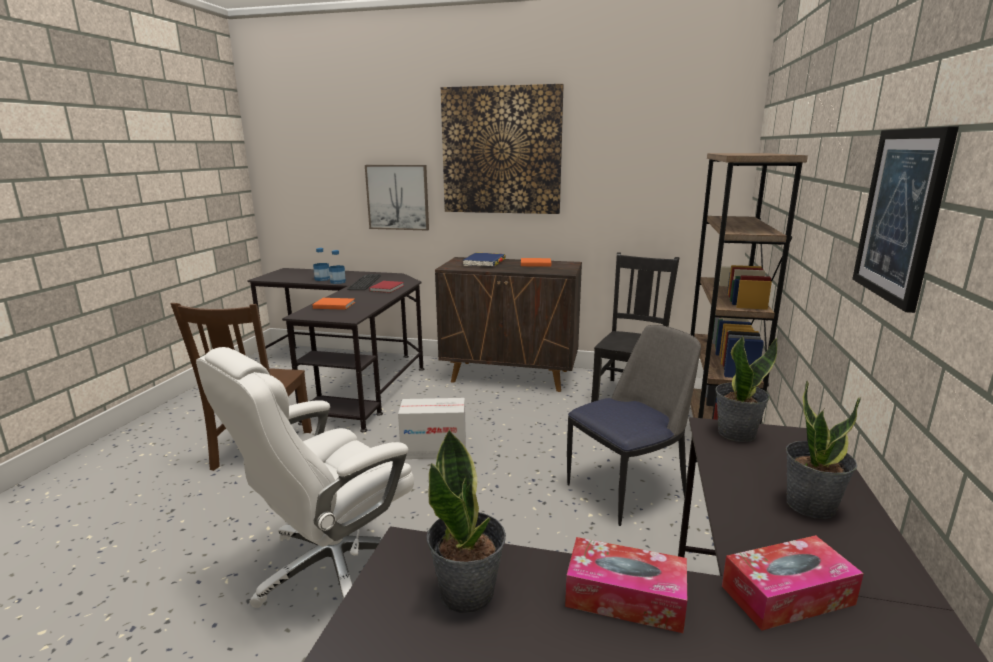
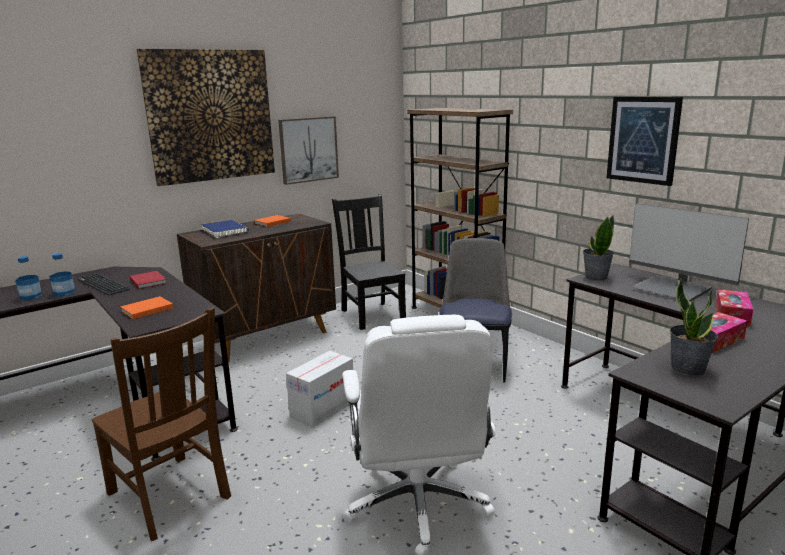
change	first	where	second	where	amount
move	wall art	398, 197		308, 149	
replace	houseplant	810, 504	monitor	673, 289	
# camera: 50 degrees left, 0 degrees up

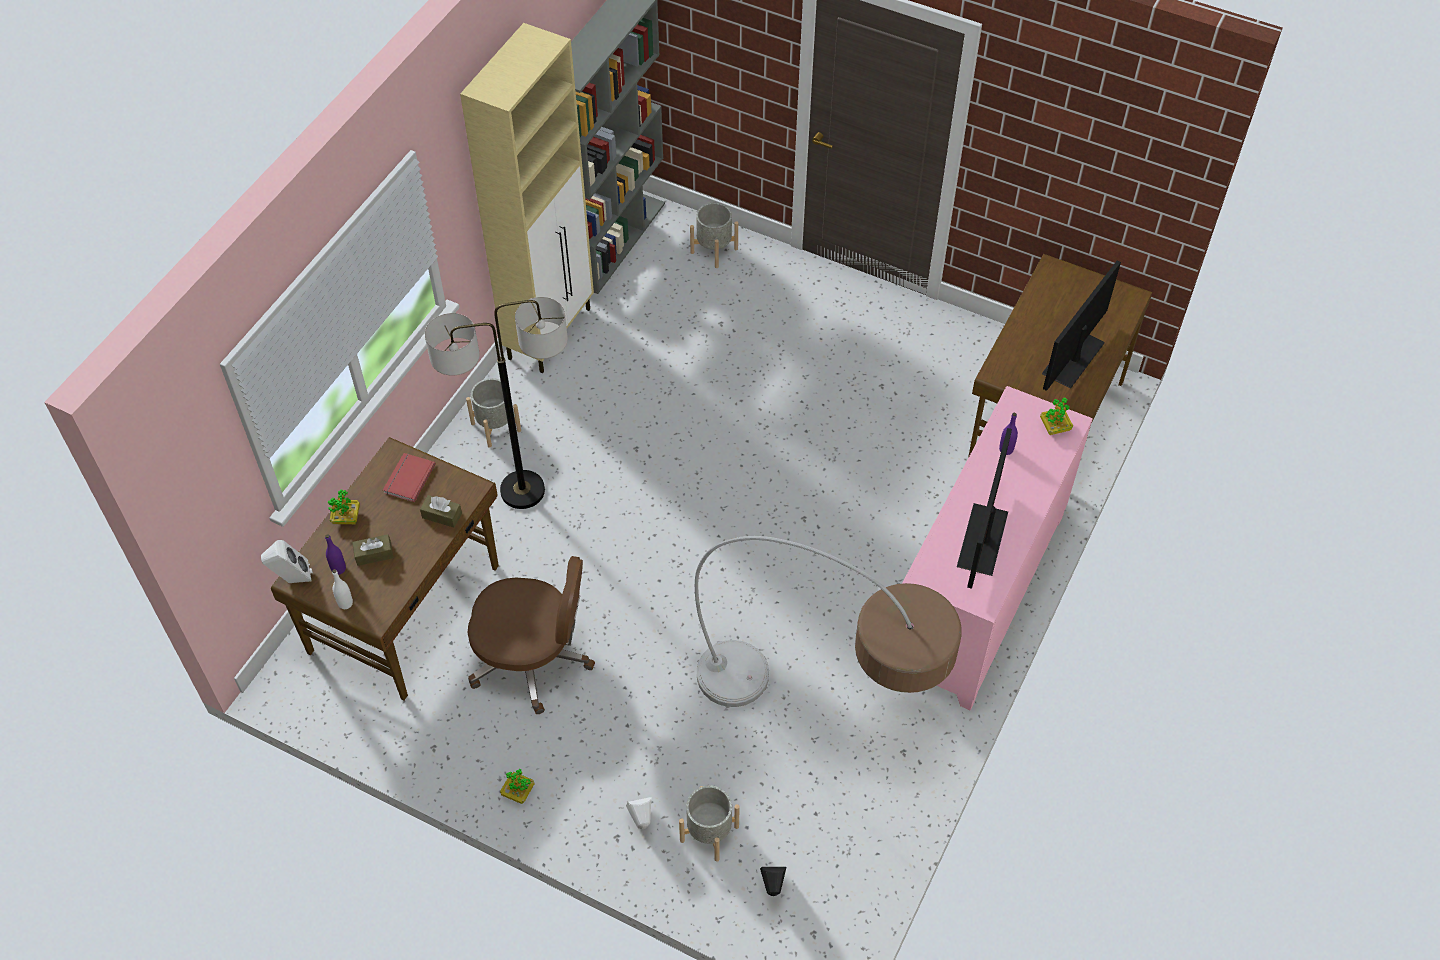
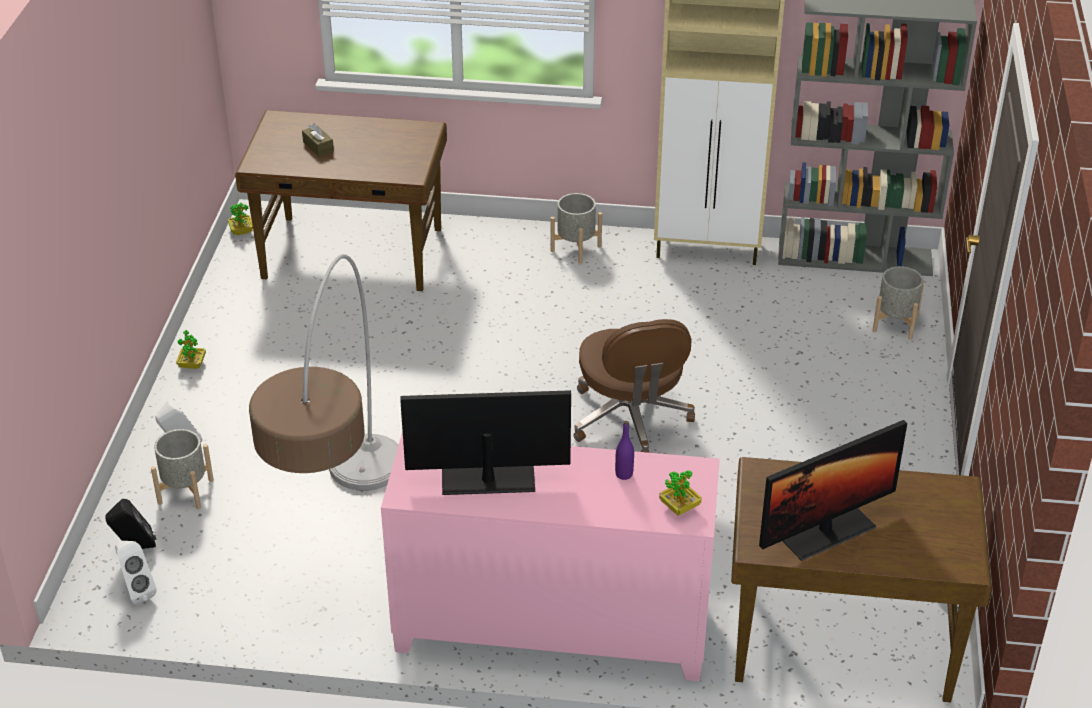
change	first	where	second	where	amount
delete	bottle/purple	338, 569			
delete	bottle/white	345, 603			
delete	volume/red-coloured	408, 478			
delete	box of tissues/brown-coloured	442, 515			
delete	standard lamp	522, 490			
move	loudspeaker/white	292, 580		137, 591	
move	houseplant	346, 518		241, 231	
move	desk chair/brown-coloured	533, 659		630, 419	
rotate	monitor	1073, 358		826, 531	135 degrees clockwise
# camera: 70 degrees right, 15 degrees down

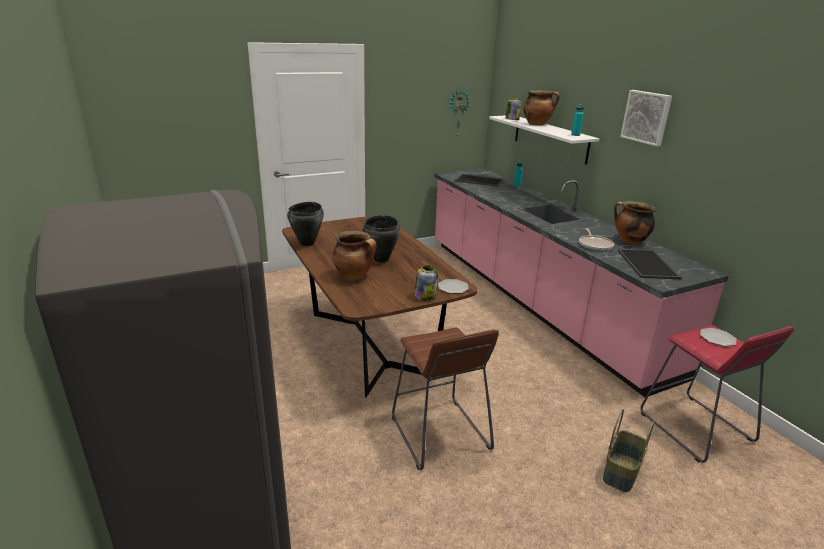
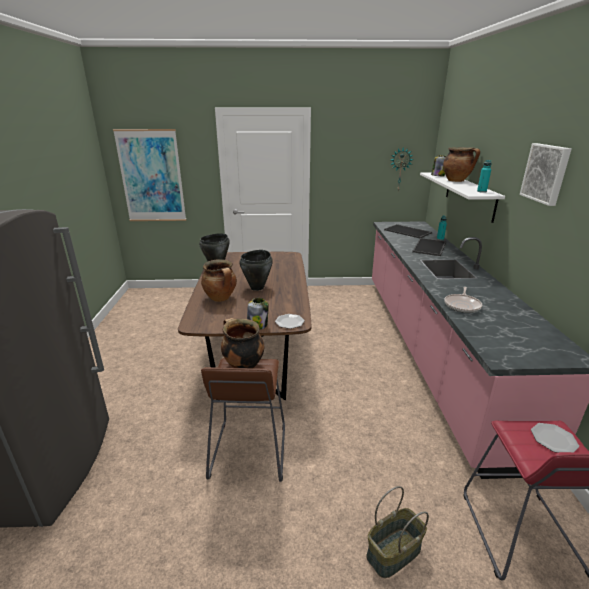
change	first	where	second	where	amount
insert			wall art	151, 176	
move	saucepot	629, 241		243, 365	
move	serving tray	648, 264		430, 247	
# camera: 25 degrees right, 0 degrees up

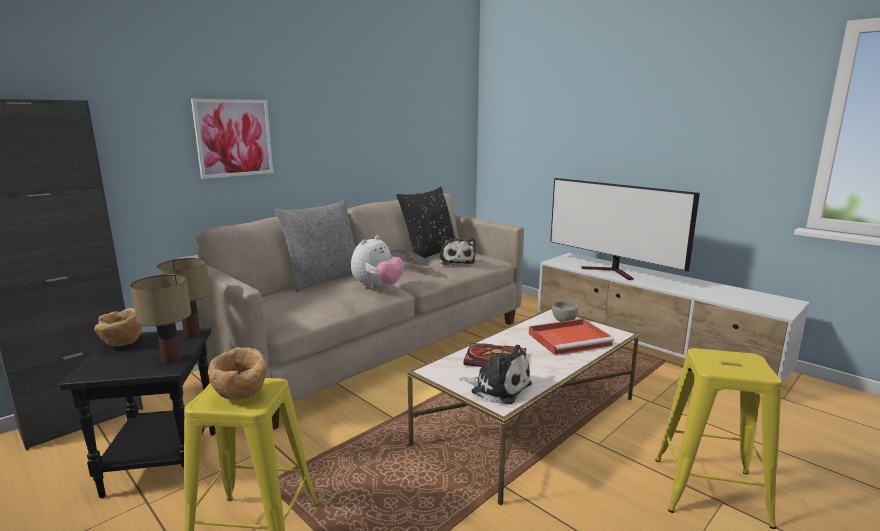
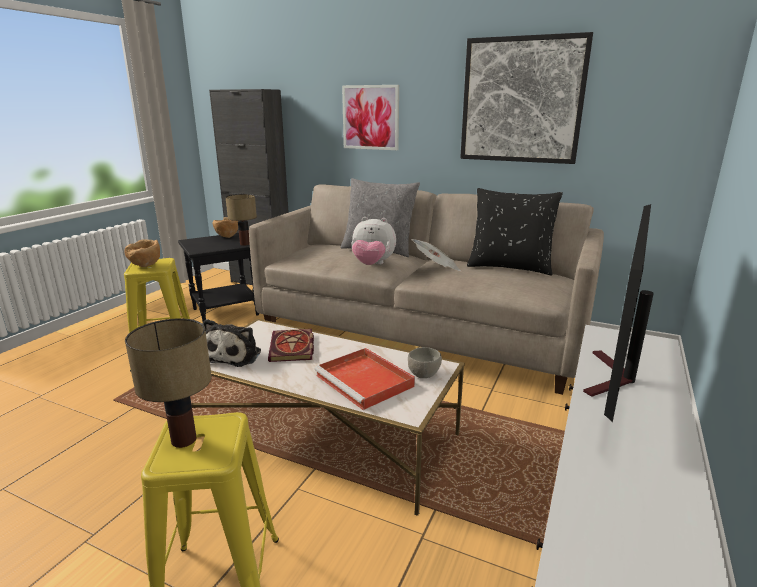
change	first	where	second	where	amount
delete	cuddly toy	456, 261			
insert			wall art	521, 100	
move	table lamp	171, 359		185, 439	
# camera: 70 degrees right, 5 degrees up

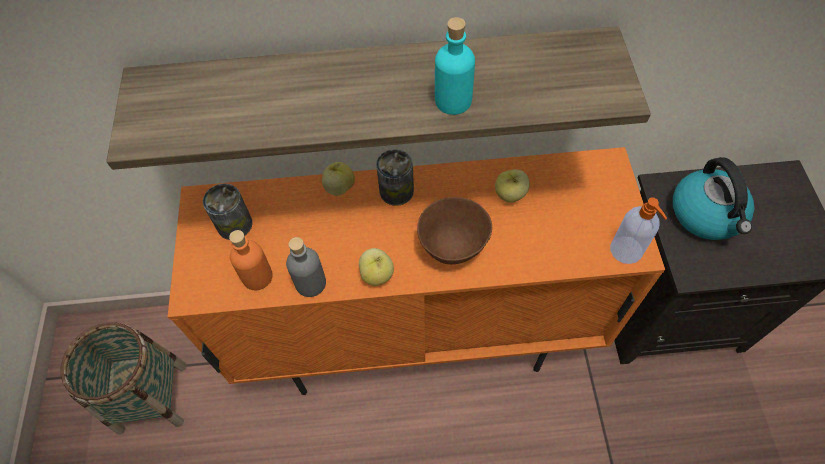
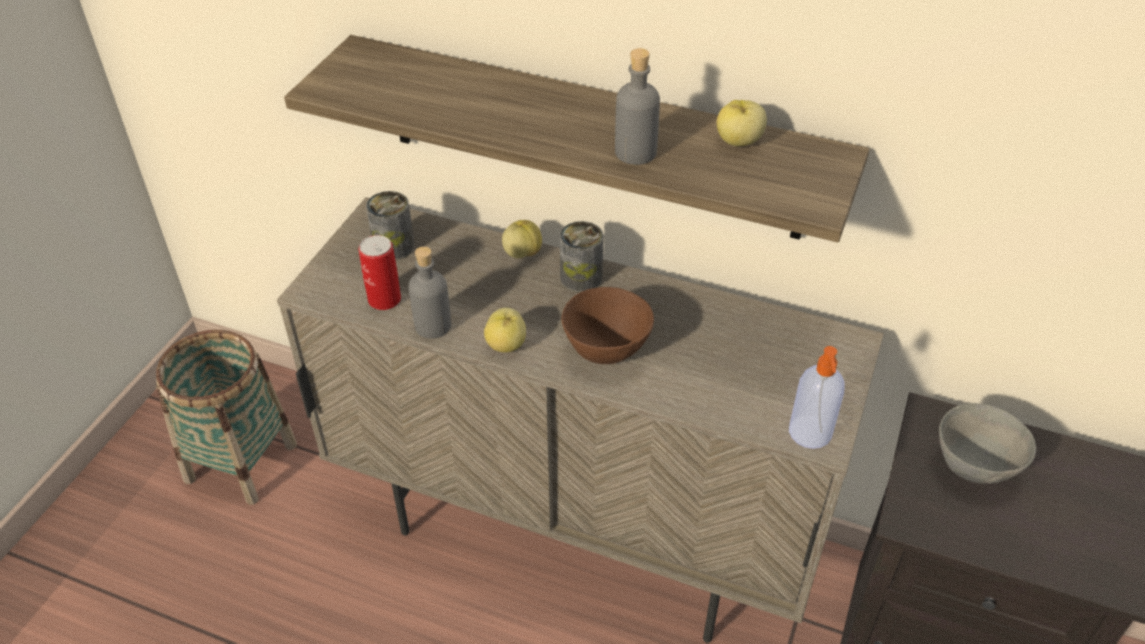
change	first	where	second	where	amount
move	whole apple	510, 195		738, 142	
replace	bottle/orange-coloured	257, 276	metal can	384, 299	
replace	water kettle	707, 214	serving bowl/gray	974, 468	
recolor	cabinet/orange-coloured	417, 337	cabinet/sand-coloured	575, 533	
recolor	bottle/turquoise	453, 100	bottle/gray	635, 152	
# camera: 25 degrees right, 15 degrees down

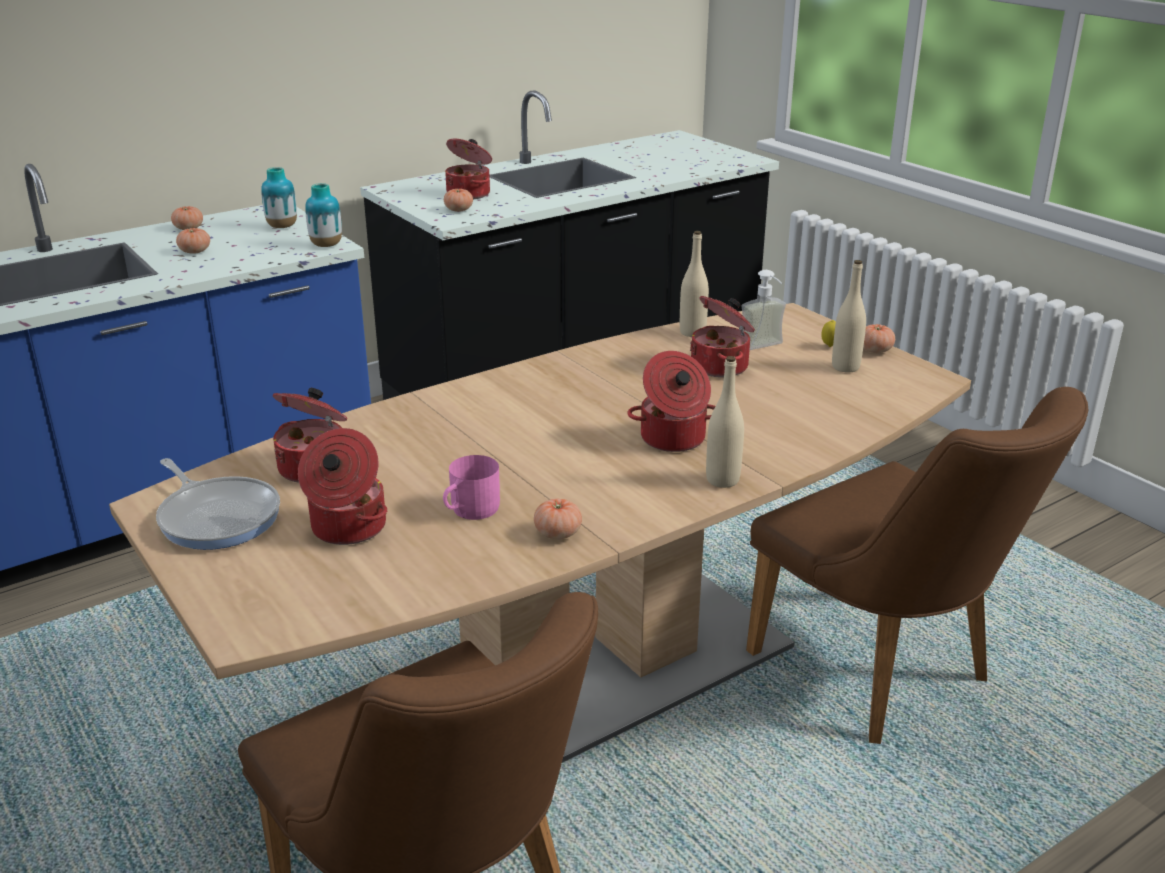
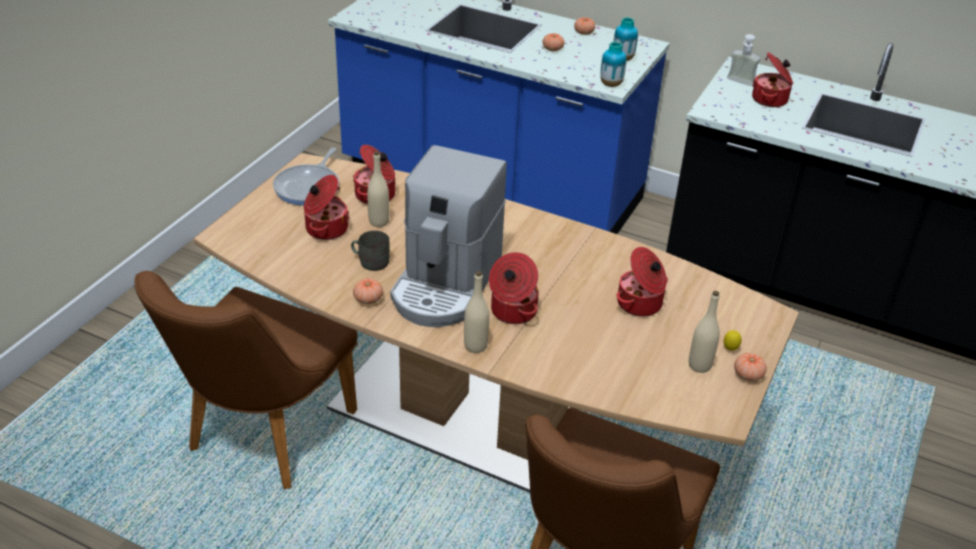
change	first	where	second	where	amount
delete	fresh tomato	458, 210			
insert			coffee machine	445, 284	
move	bottle/sand-coloured	692, 332		379, 221	
move	liquid soap bottle	765, 348		738, 83	
recolor	tea mug/pink	469, 510	tea mug/gray	370, 261	
# camera: 60 degrees right, 10 degrees up

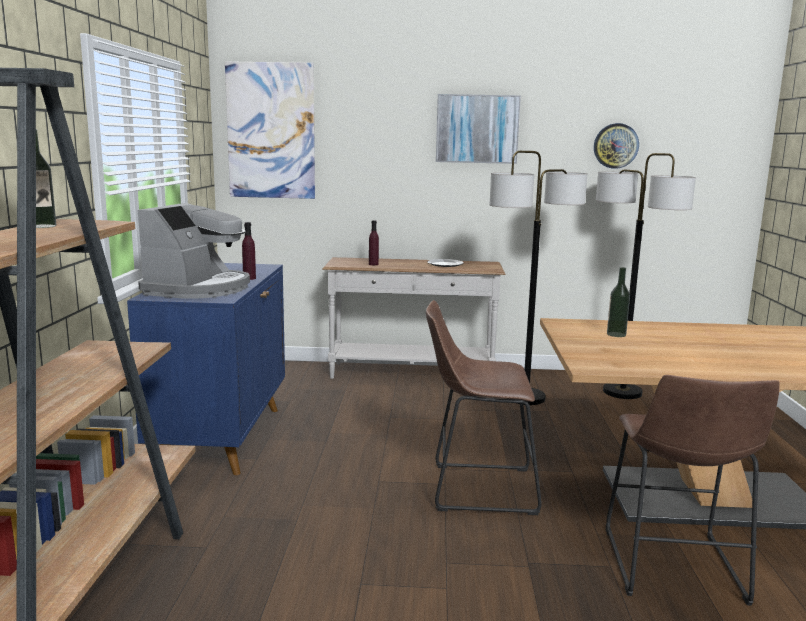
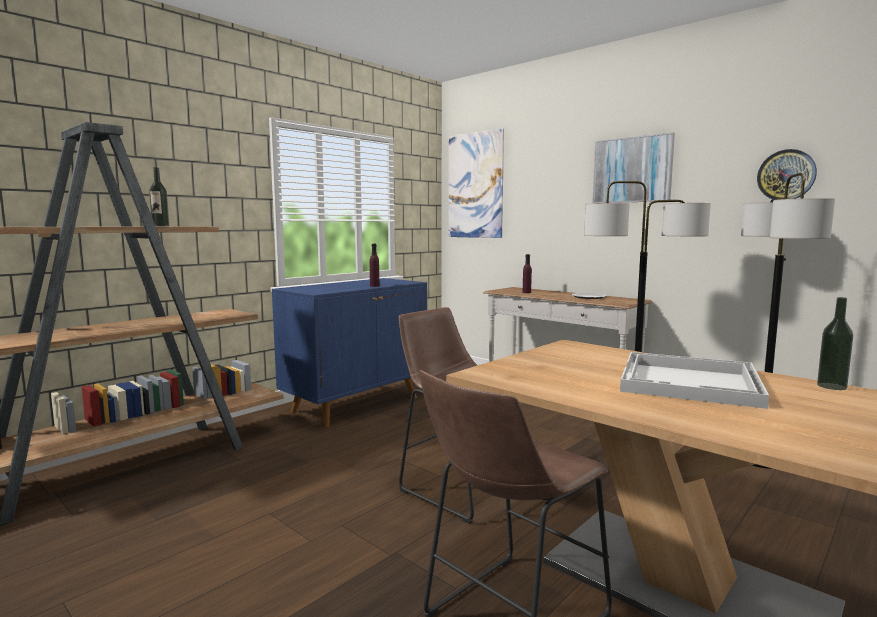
change	first	where	second	where	amount
delete	coffee machine	199, 289			
insert			serving tray/white	690, 382	
move	bottle	616, 334		831, 386	
# camera: 40 degrees right, 5 degrees down

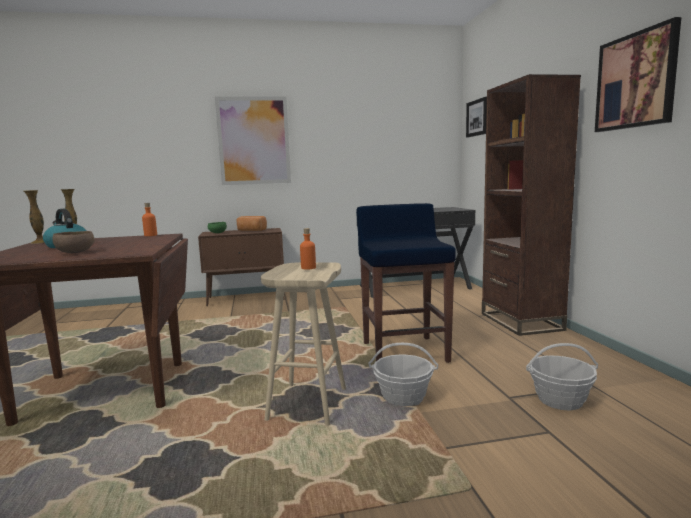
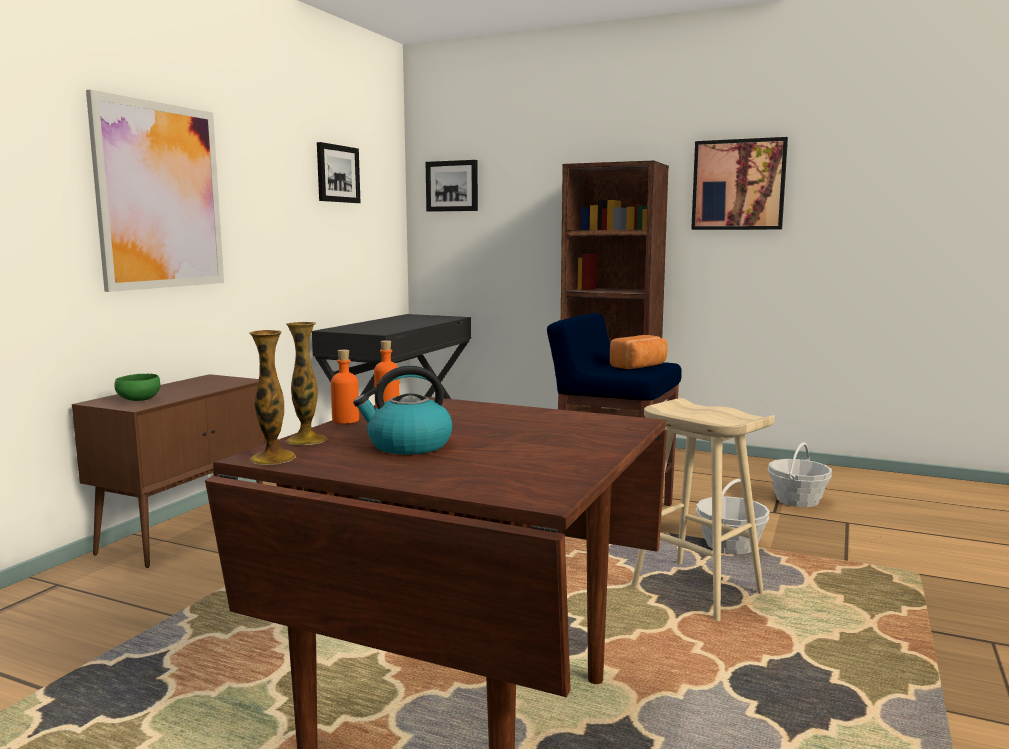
change	first	where	second	where	amount
delete	serving bowl/brown-coloured	76, 252			
insert			wall art	337, 174	
move	baked bread	251, 230		640, 366	
move	bottle/orange-coloured	308, 268		345, 420	
# camera: 55 degrees left, 0 degrees up

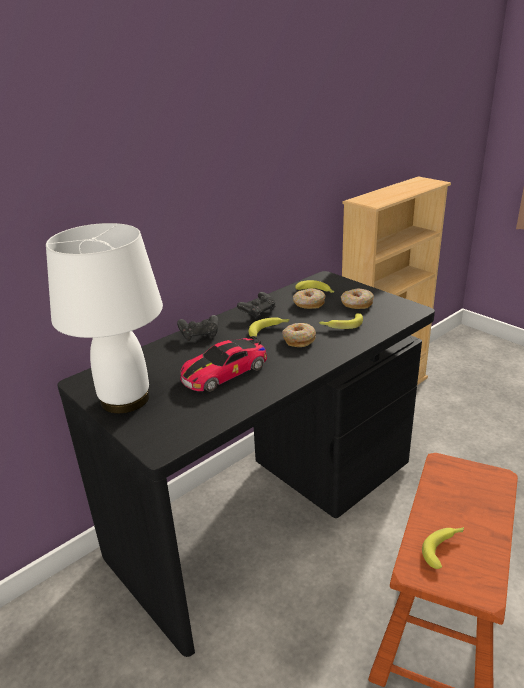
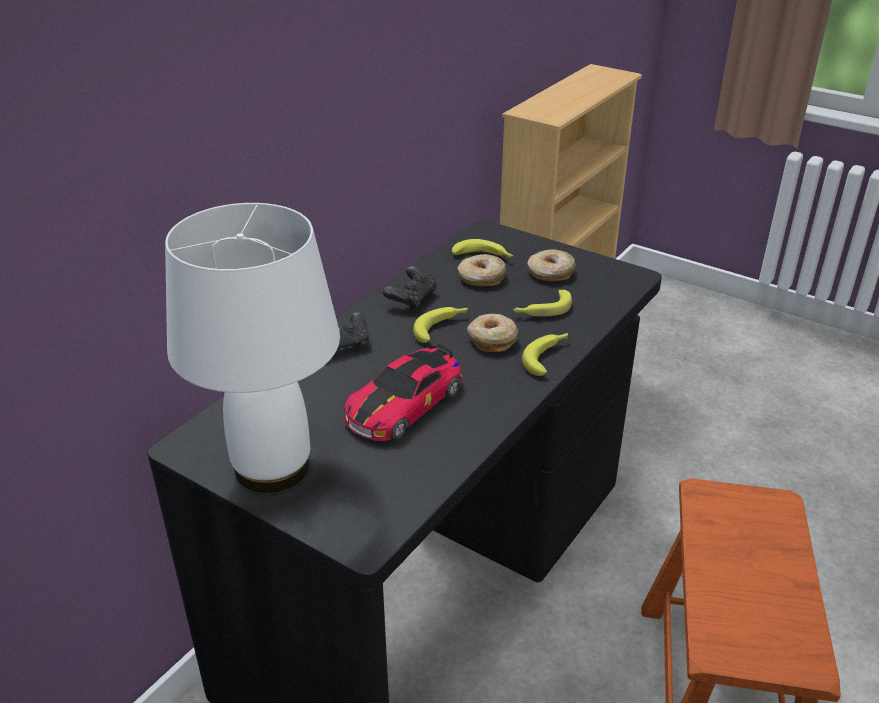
change	first	where	second	where	amount
move	whole banana	444, 548		547, 357	
# camera: 15 degrees left, 5 degrees up

